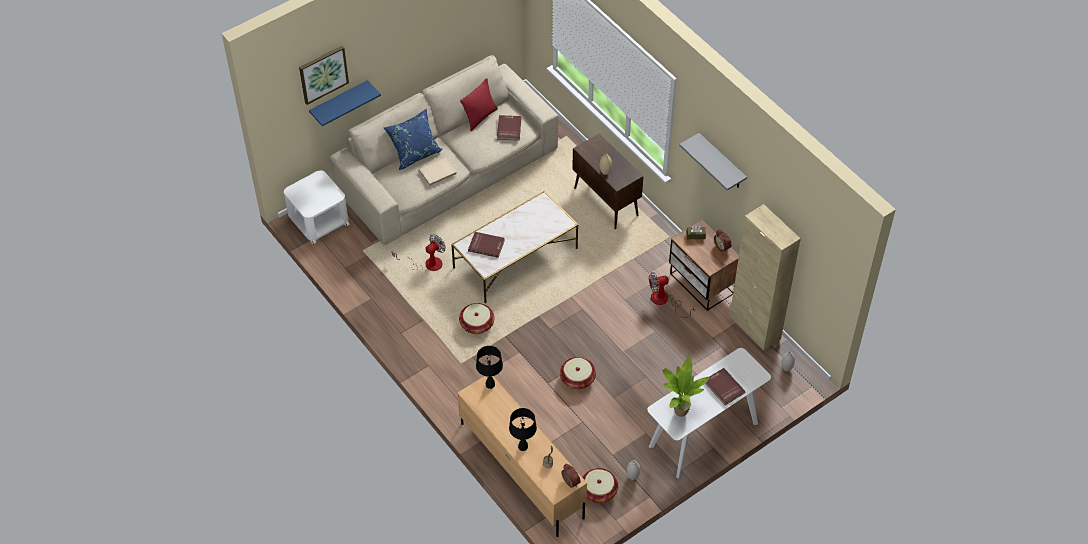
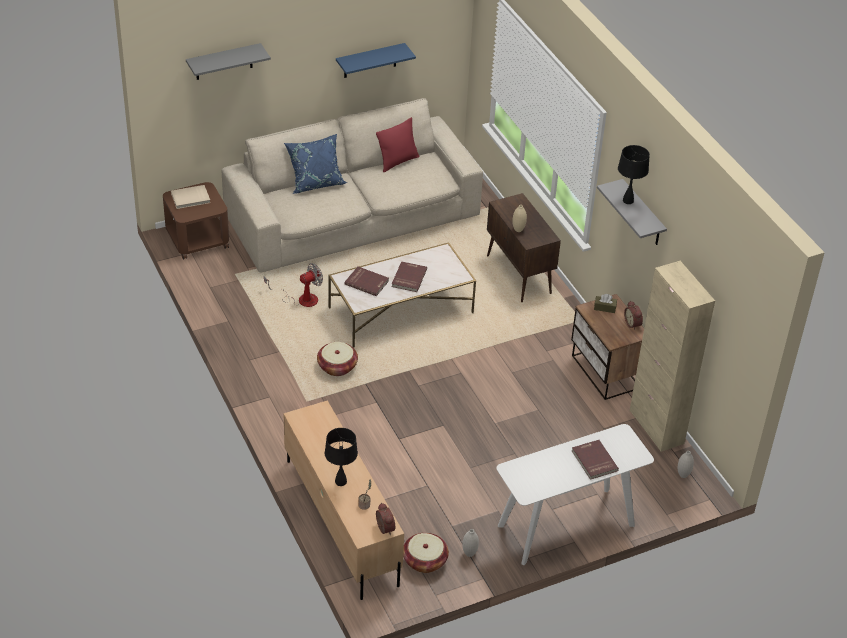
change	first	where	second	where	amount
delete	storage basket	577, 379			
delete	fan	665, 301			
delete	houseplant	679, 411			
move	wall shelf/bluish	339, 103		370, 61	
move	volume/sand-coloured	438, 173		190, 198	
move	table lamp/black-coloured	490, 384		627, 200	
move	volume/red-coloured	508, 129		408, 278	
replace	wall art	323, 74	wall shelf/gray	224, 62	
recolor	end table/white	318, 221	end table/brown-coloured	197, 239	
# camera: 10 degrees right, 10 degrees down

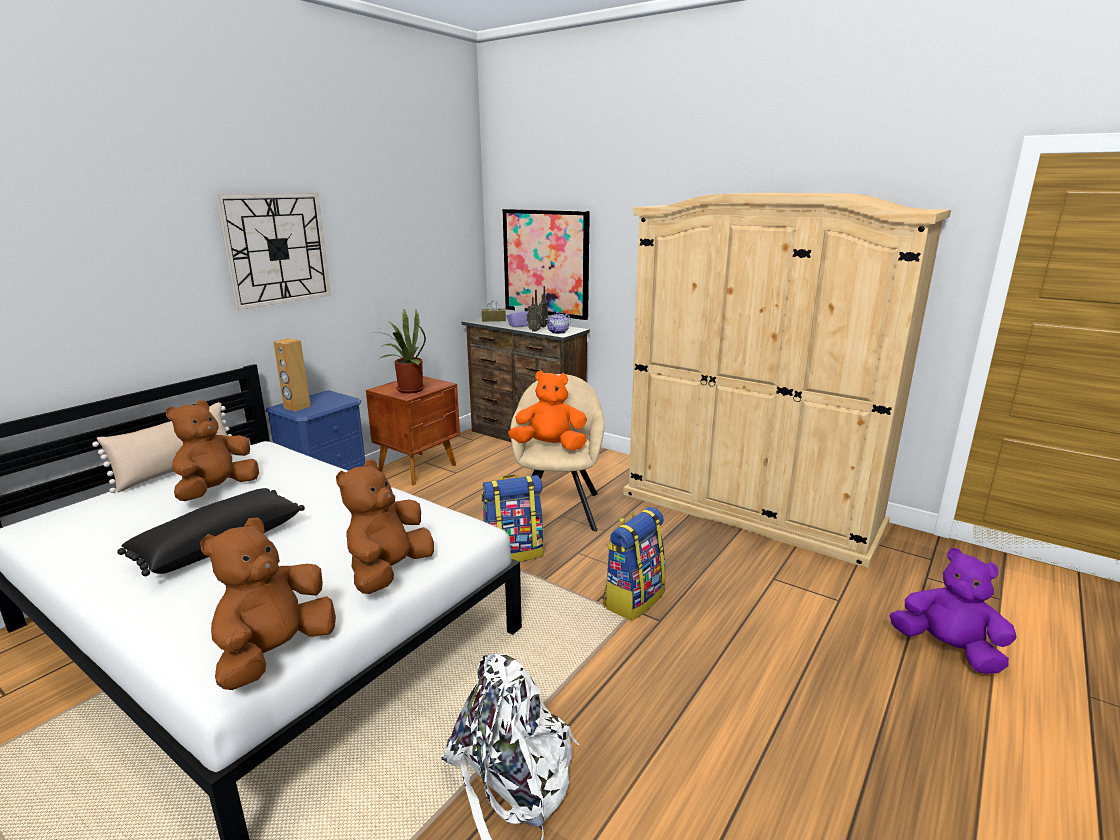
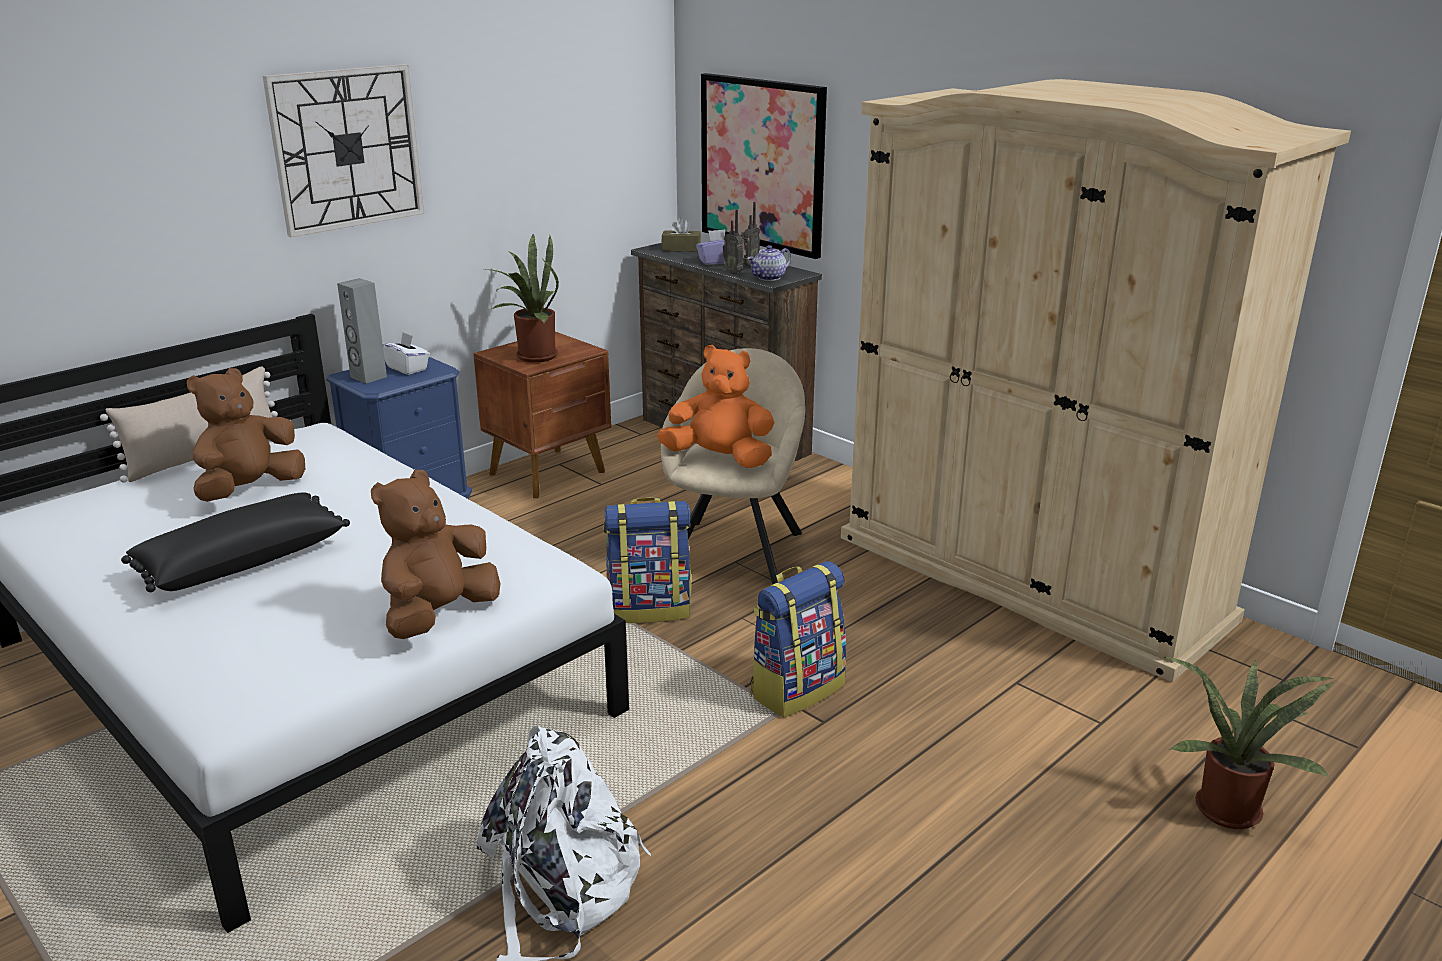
change	first	where	second	where	amount
delete	cuddly toy/brown-coloured	276, 654			
insert			box of tissues/white	407, 368	
replace	cuddly toy/purple	947, 650	houseplant	1229, 806	
recolor	loudspeaker/brown-coloured	297, 407	loudspeaker/gray	368, 377	
# camera: 10 degrees right, 5 degrees up

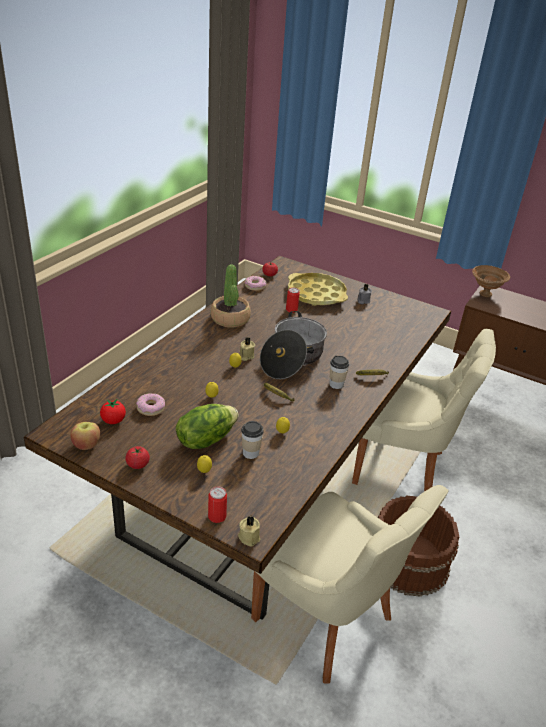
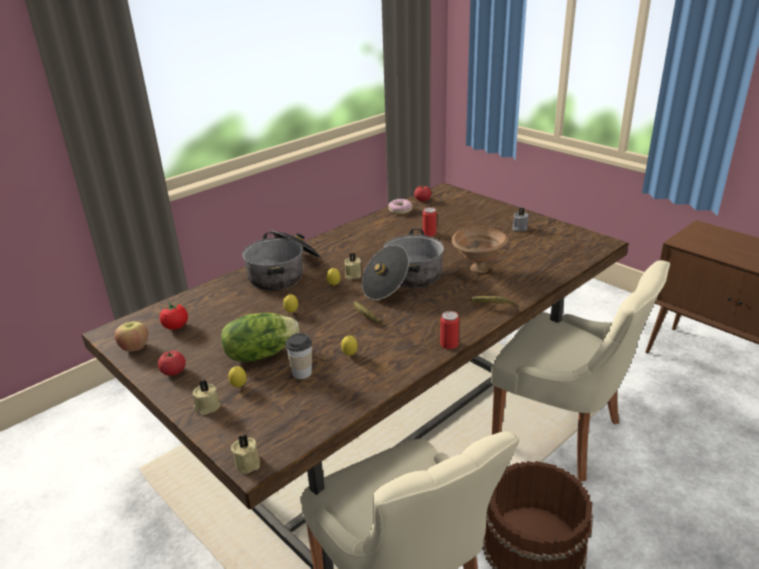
change	first	where	second	where	amount
delete	donut	150, 408			
delete	houseplant	230, 319			
delete	serving tray/yellowish	316, 294			
delete	cup	336, 384			
insert			candle/sand-coloured	207, 407	
insert			saucepot	284, 272	
move	metal can	217, 516		449, 344	
move	serving bowl/brown-coloured	485, 294		478, 269	
# camera: 20 degrees right, 5 degrees down

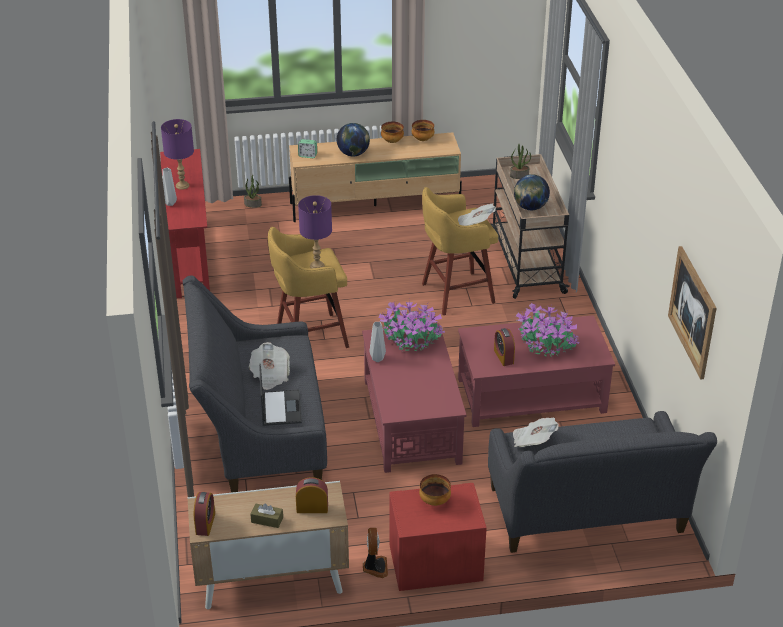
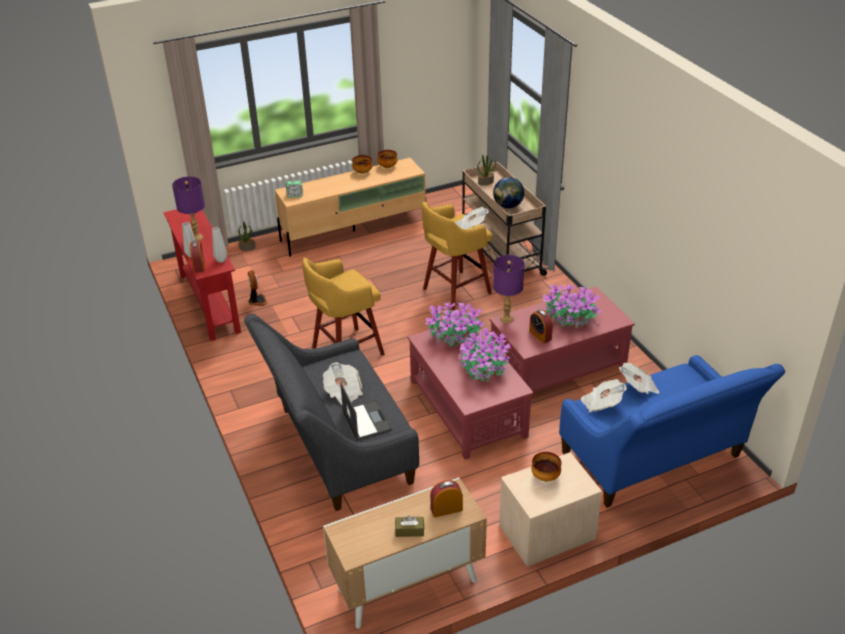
change	first	where	second	where	amount
delete	world globe	353, 154			
delete	wall art	692, 312			
insert			houseplant	483, 369	
insert			daily paper	638, 387	
move	table clock	205, 523		199, 265	
move	table lamp/purple	317, 266		507, 319	
move	fan	374, 567		257, 301	
move	vase/gray	378, 359		221, 260	
recolor	night table/red-coloured	435, 562	night table/sand-coloured	546, 532	
recolor	couch/gray	588, 517	couch/bluish	656, 461	
# camera: 15 degrees left, 0 degrees up

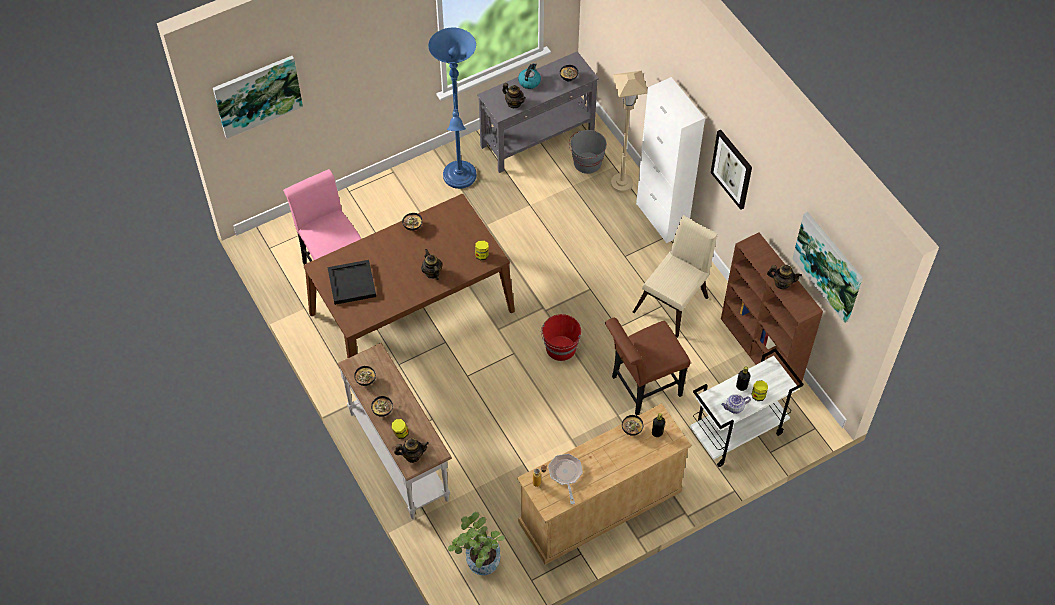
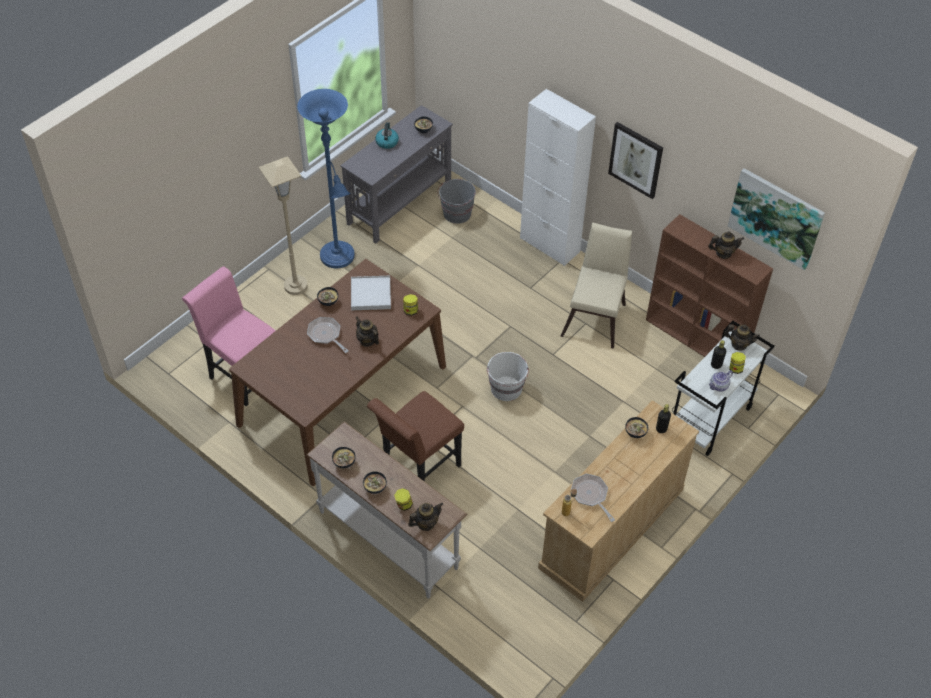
change	first	where	second	where	amount
delete	wall art	257, 95			
delete	serving tray/black-coloured	351, 284			
delete	houseplant	479, 563			
insert			skillet	326, 335	
insert			serving tray/white	371, 295	
move	tea pot	514, 103		739, 344	
move	chair/brown-coloured	641, 388		417, 469	
move	standard lamp/sand-coloured	621, 184		295, 286	
recolor	bucket/red-coloured	560, 348	bucket/white	506, 389	
# camera: 20 degrees left, 5 degrees down

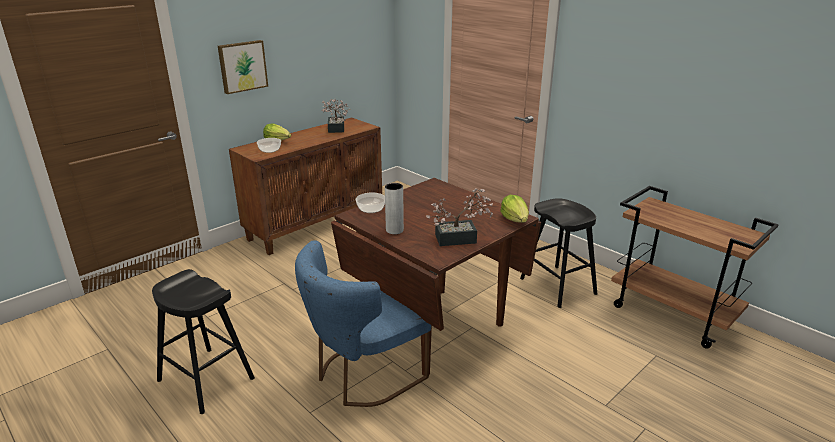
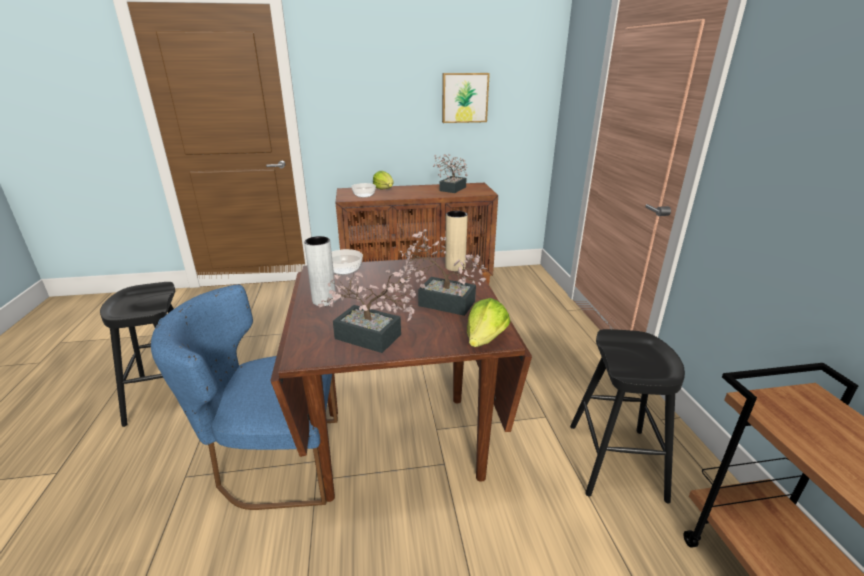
change	first	where	second	where	amount
insert			houseplant	440, 301	
insert			vase/sand-coloured	455, 267	
move	wall art	242, 66		464, 98	
# camera: 35 degrees right, 0 degrees up

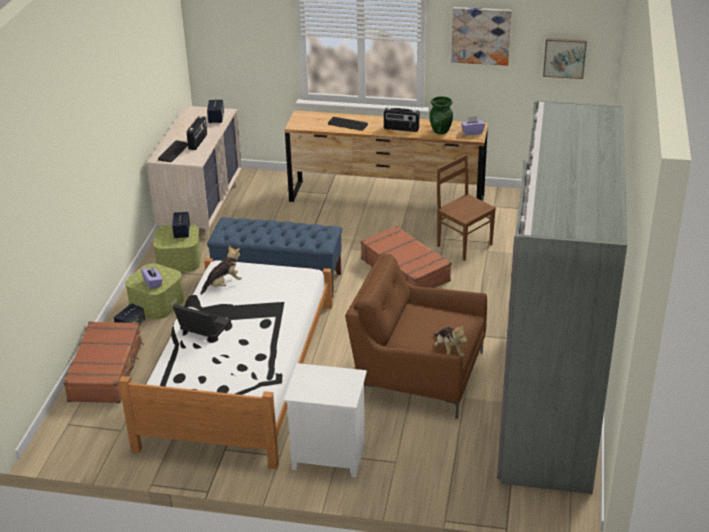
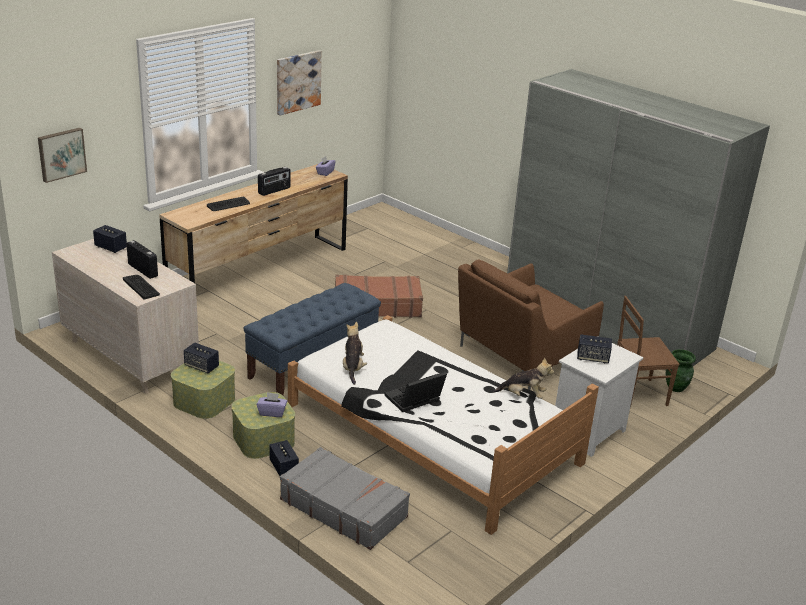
change	first	where	second	where	amount
insert			loudspeaker	592, 358	
move	vase/greenish	441, 131		676, 387	
move	cuddly toy	448, 351		523, 395	
move	chair/brown-coloured	464, 245		638, 393	
move	wall art	564, 57		61, 154	
recolor	piece of luggage/brown-coloured	107, 371	piece of luggage/gray	344, 507	
# camera: 60 degrees left, 5 degrees down

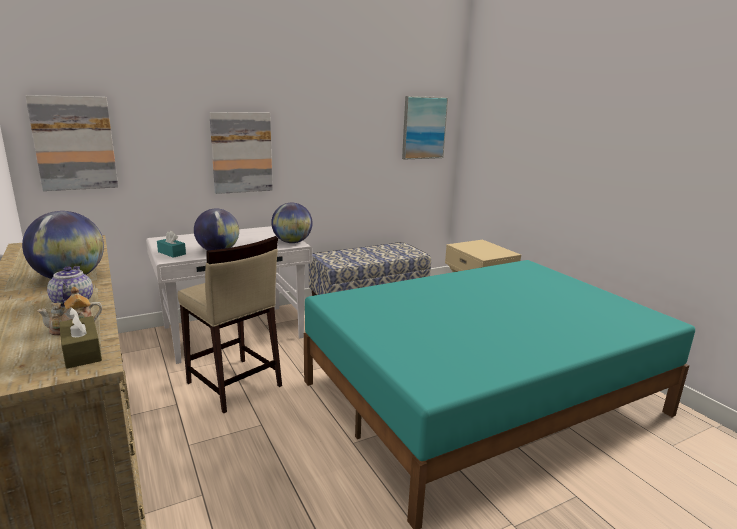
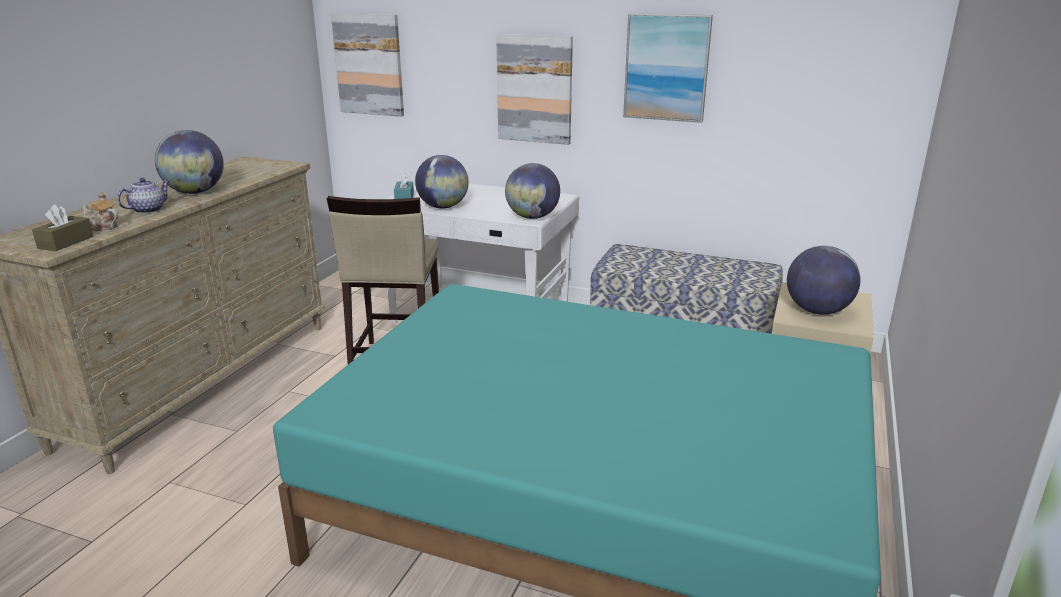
change	first	where	second	where	amount
insert			world globe	817, 311	
move	wall art	424, 128		666, 67	
# camera: 50 degrees right, 5 degrees up

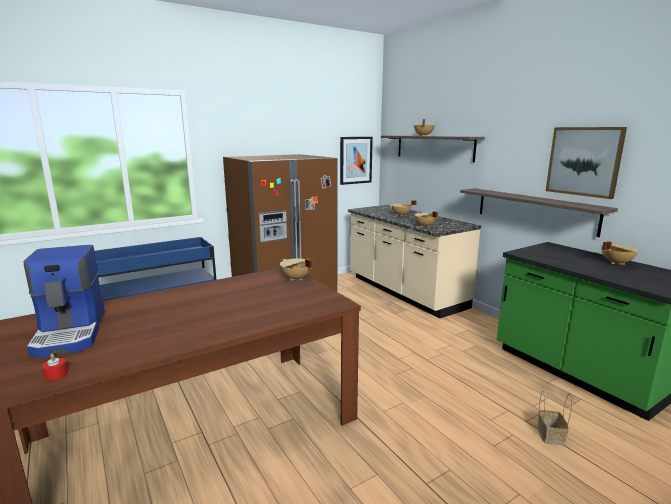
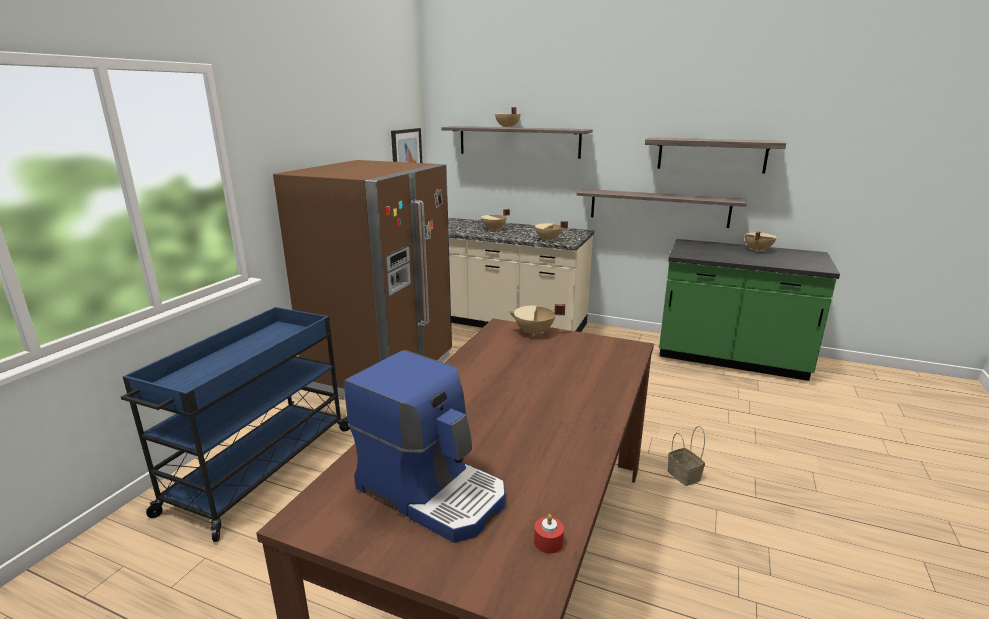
change	first	where	second	where	amount
move	storage basket	549, 434		682, 475	
replace	wall art	584, 161	wall shelf	711, 155	
# camera: 35 degrees left, 5 degrees up

